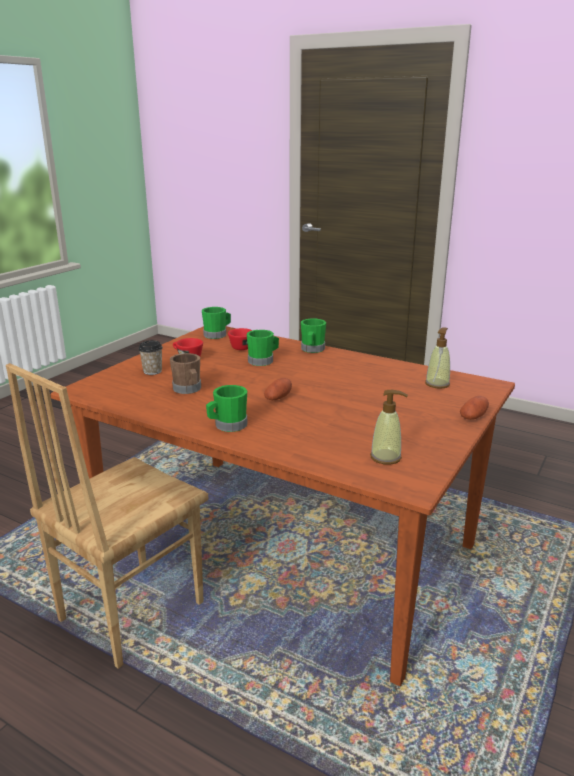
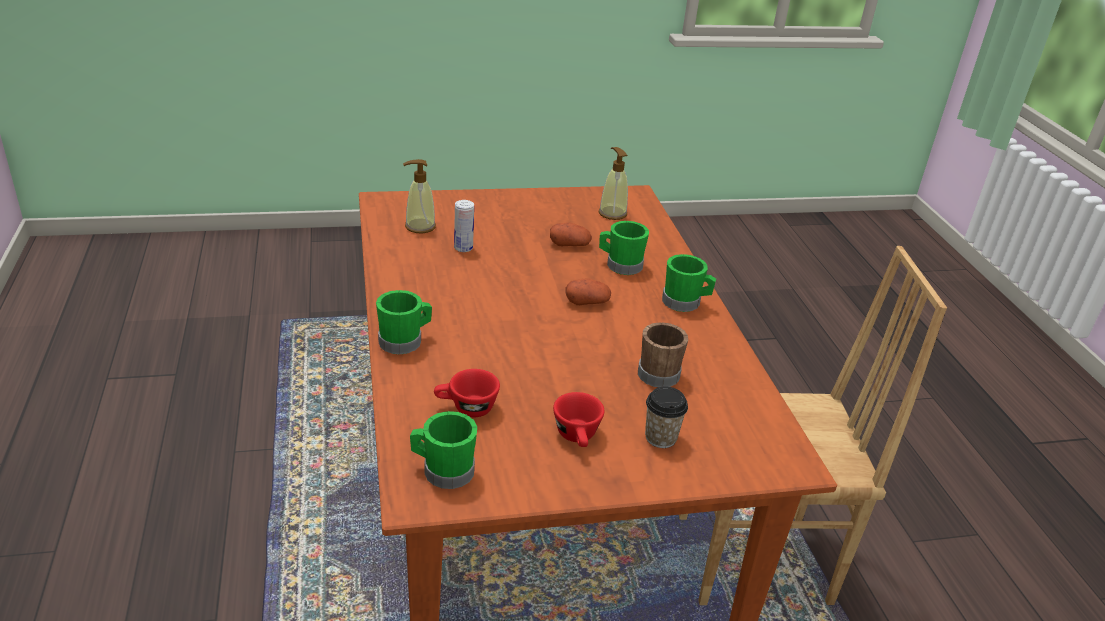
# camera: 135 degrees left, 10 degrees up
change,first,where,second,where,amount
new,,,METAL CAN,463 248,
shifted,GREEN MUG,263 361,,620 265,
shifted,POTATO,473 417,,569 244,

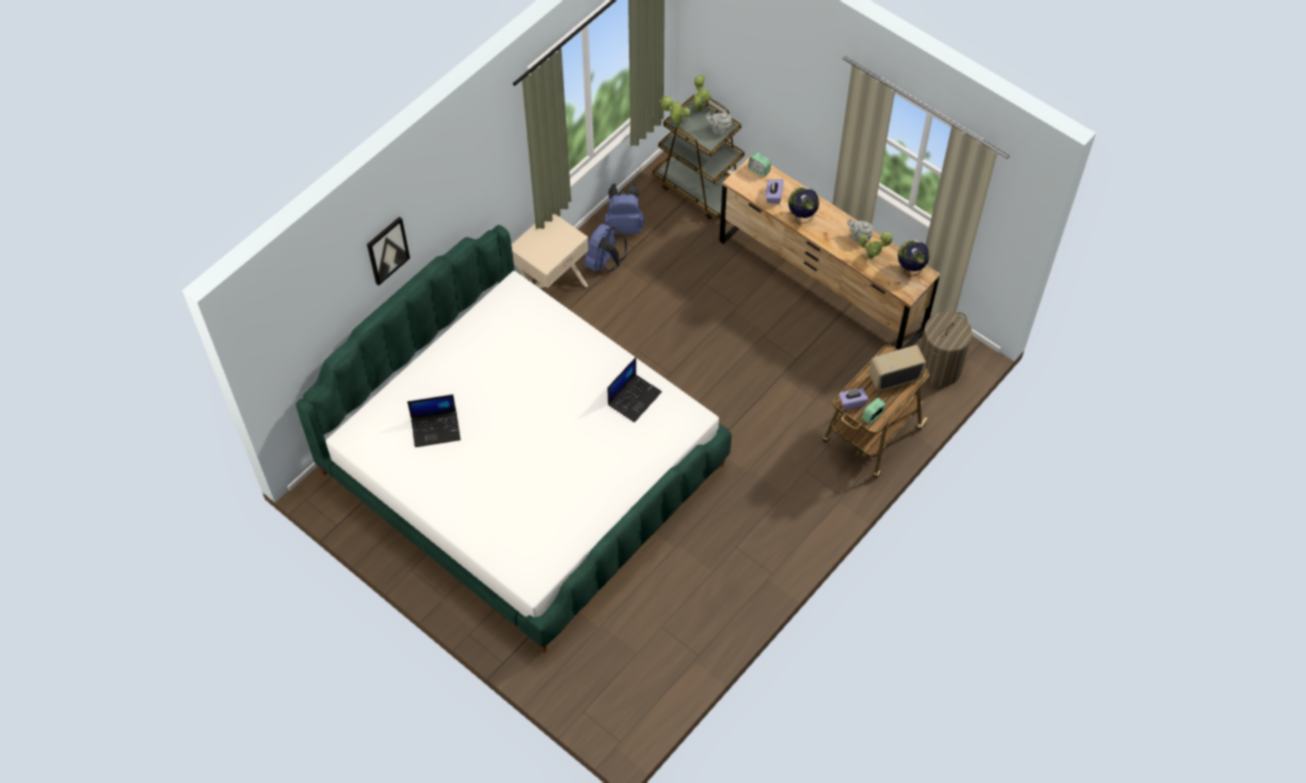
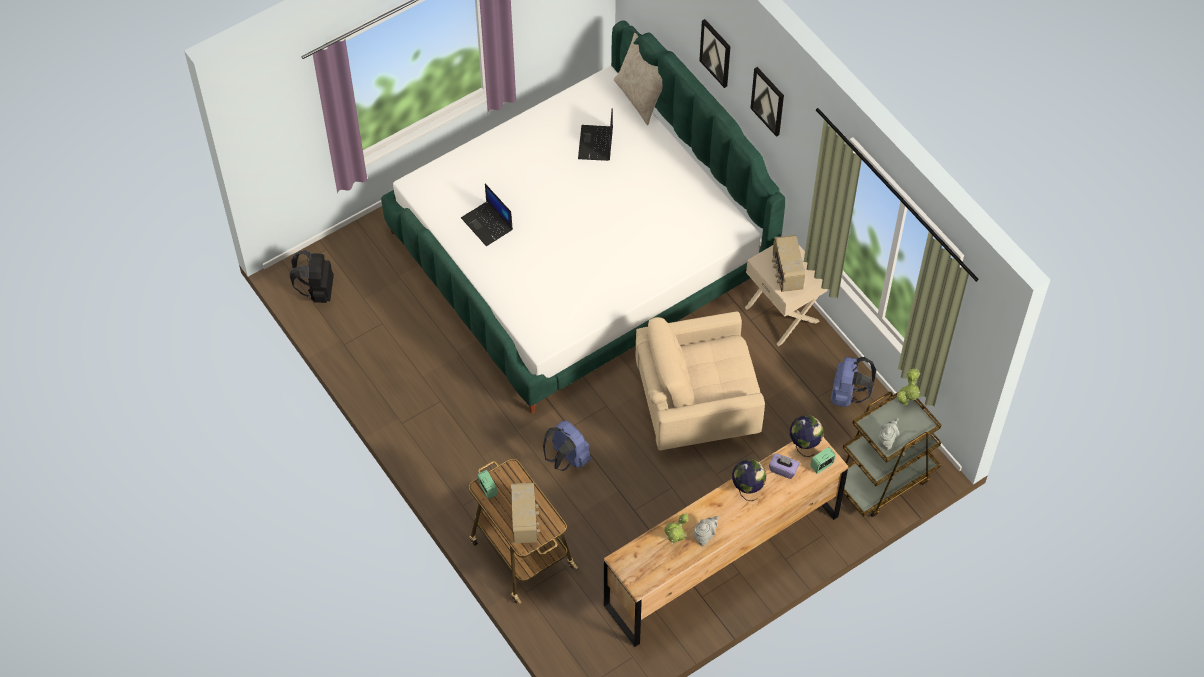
# camera: 105 degrees right, 0 degrees up
change,first,where,second,where,amount
gone,POTTED PLANT,699 108,,,
gone,PURPLE TISSUE BOX,852 403,,,
gone,LAUNDRY BASKET,938 368,,,
new,,,BLACK BACKPACK,317 290,
new,,,SAND-COLOURED PILLOW,640 98,
new,,,SAND-COLOURED ARMCHAIR,695 404,
new,,,WALL ART,768 101,
new,,,RADIO SET,786 273,
shifted,BLUISH BACKPACK,604 263,,567 459,
shifted,PORTABLE COMPUTER,634 397,,488 224,
shifted,DESK GLOBE,910 270,,804 444,

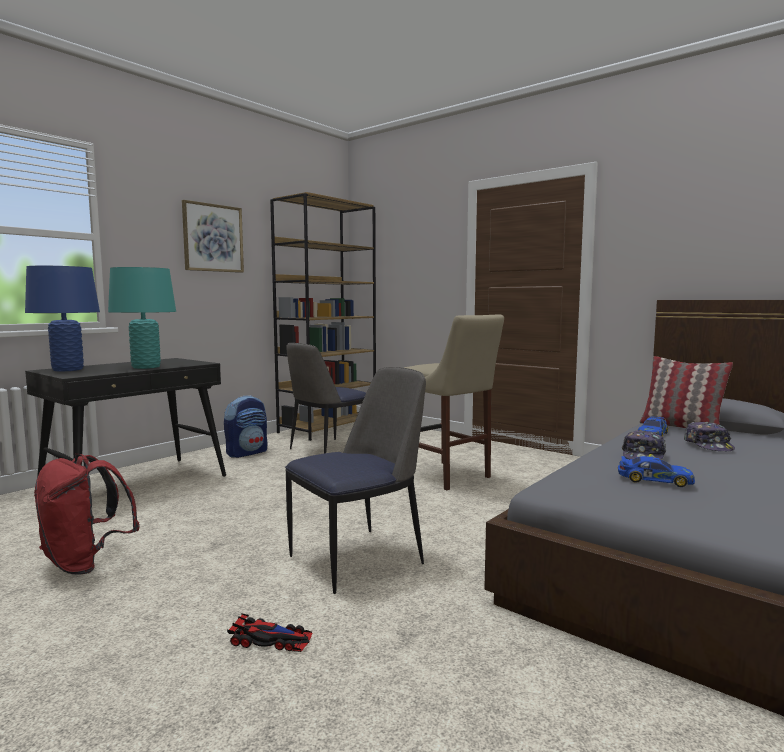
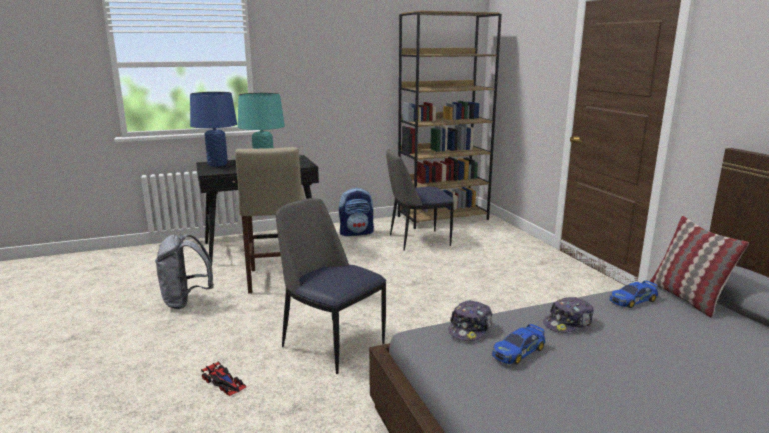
# camera: 30 degrees right, 10 degrees up
change,first,where,second,where,amount
gone,WALL ART,213 238,,,
shifted,SAND-COLOURED STOOL SEAT,448 476,,276 281,
shifted,BASEBALL CAP,708 445,,470 328,
repainted,RED BACKPACK,86 563,GREY BACKPACK,186 301,
rotated,CHAIR,359 558,,331 343,135 degrees counterclockwise
rotated,TOY CAR,655 480,,518 351,90 degrees clockwise

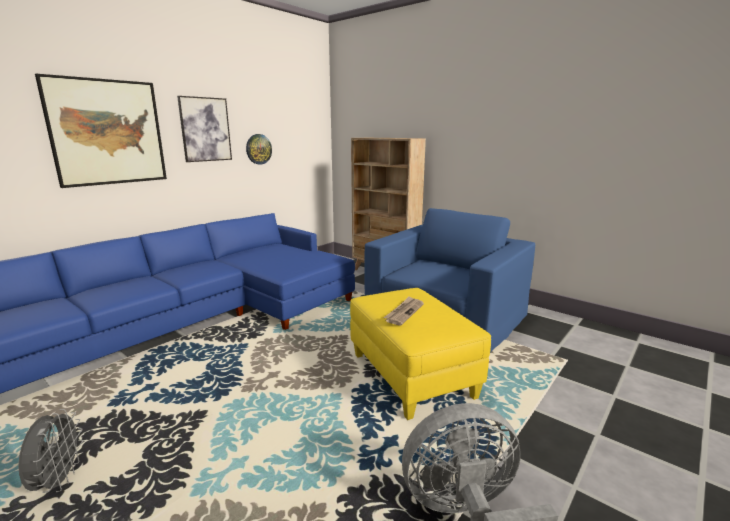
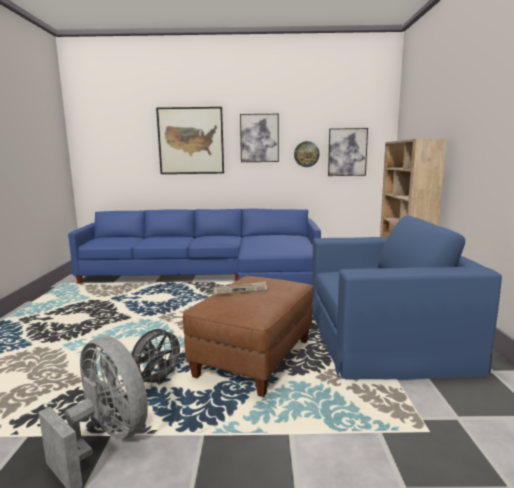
# camera: 50 degrees right, 5 degrees down
change,first,where,second,where,amount
new,,,WALL ART,347 152,
shifted,GREY FAN,58 481,,158 381,
repainted,YELLOW POUFFE,413 376,BROWN-COLOURED POUFFE,255 359,

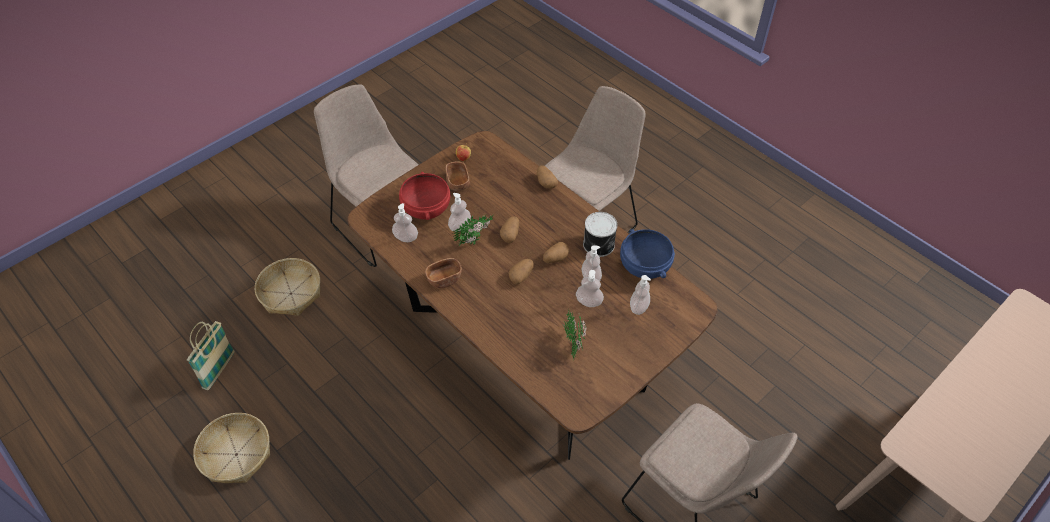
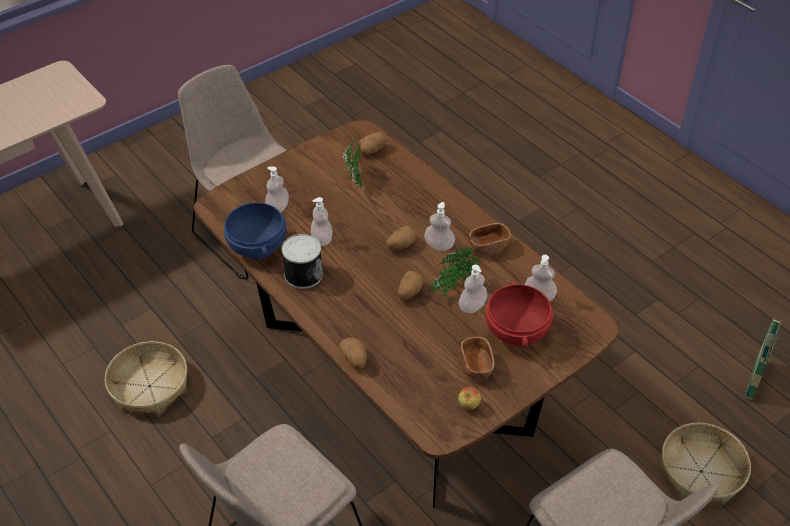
# camera: 175 degrees left, 5 degrees down
change,first,where,second,where,amount
shifted,STORAGE BASKET,236 454,,150 386,
shifted,POTATO,555 258,,372 150,
shifted,SOAP DISPENSER,589 302,,439 245,

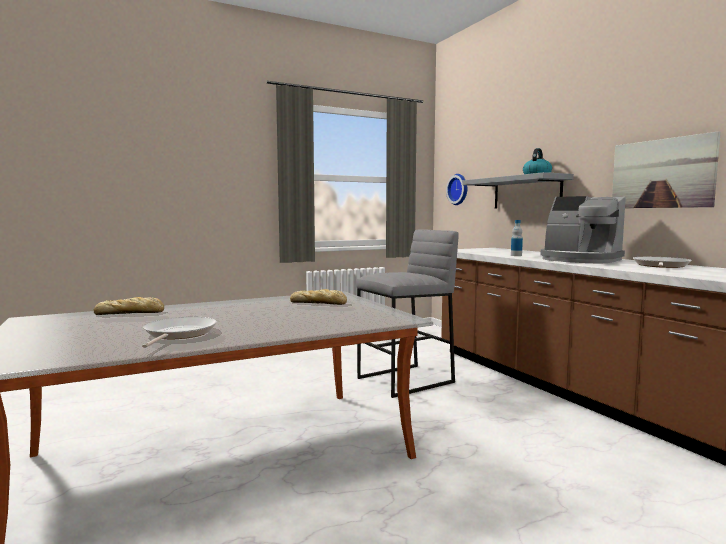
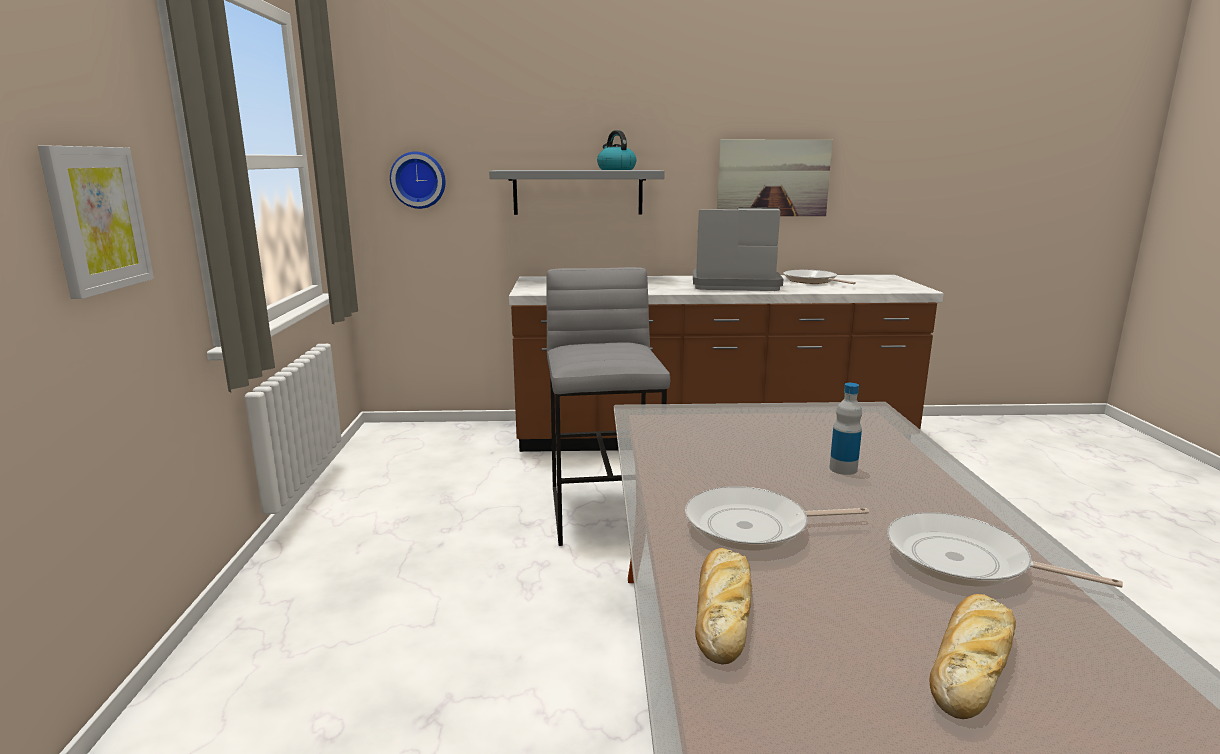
# camera: 65 degrees left, 10 degrees up
change,first,where,second,where,amount
new,,,WALL ART,96 219,
new,,,PAN,753 527,
shifted,BAKED BREAD,319 303,,971 662,
shifted,BOTTLE,516 255,,843 469,
rotated,COFFEE MAKER,579 260,,734 284,150 degrees counterclockwise

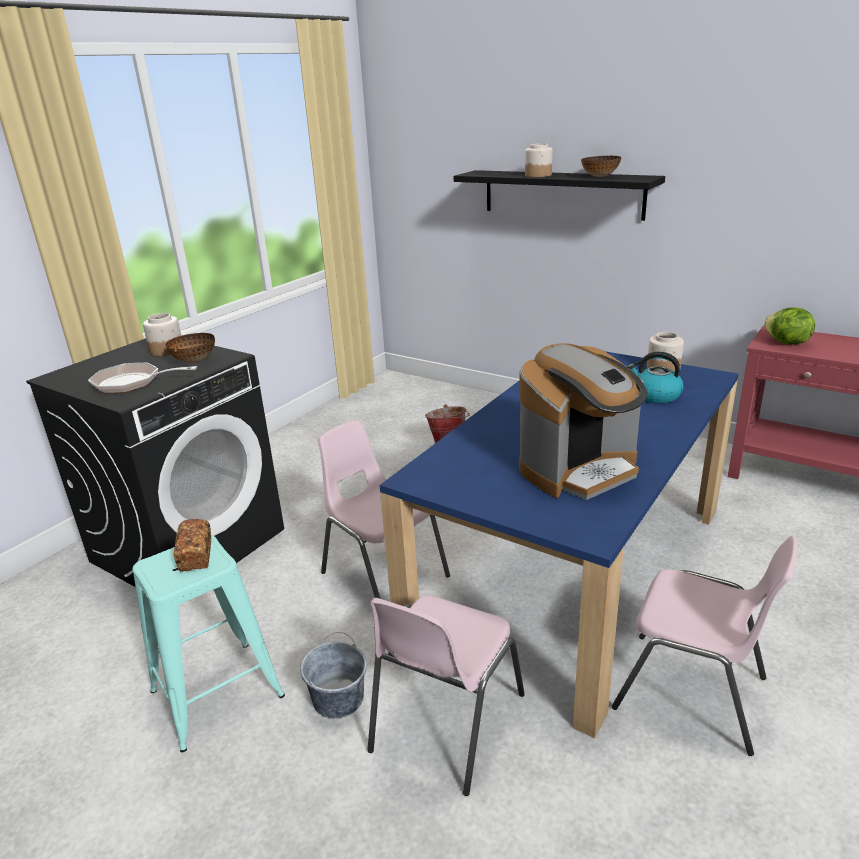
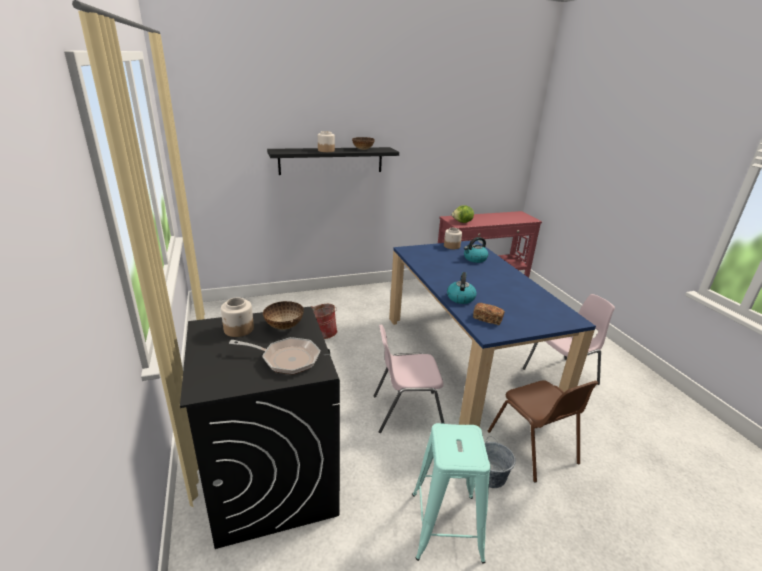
# camera: 55 degrees left, 0 degrees up
change,first,where,second,where,amount
gone,COFFEE MAKER,579 470,,,
new,,,KETTLE,460 298,
shifted,BAKED BREAD,196 555,,487 319,
repainted,PINK-COLOURED CHAIR,445 723,BROWN-COLOURED CHAIR,533 448,
rotated,PAN,132 383,,286 359,120 degrees counterclockwise

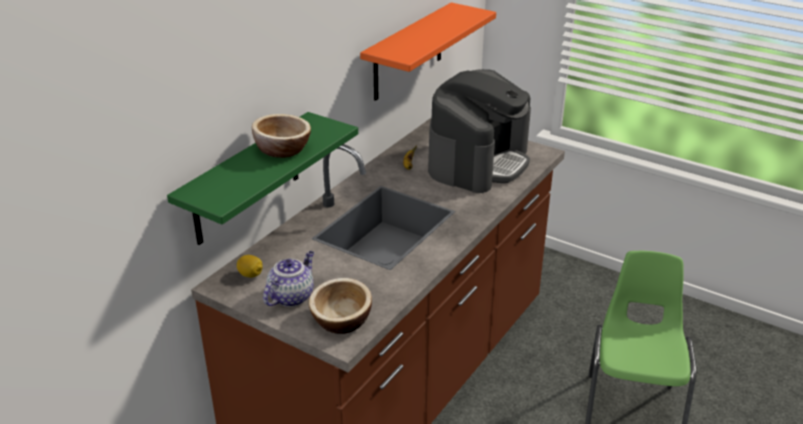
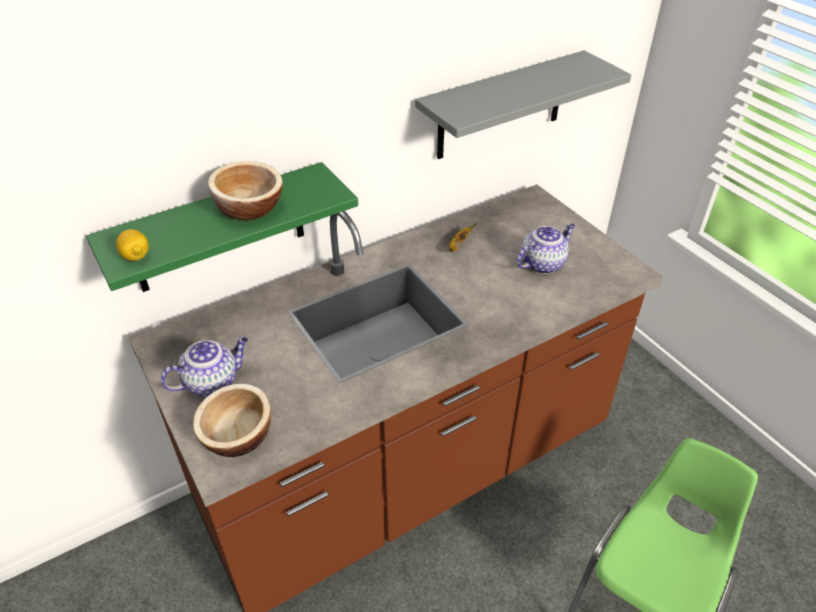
# camera: 25 degrees right, 10 degrees up
change,first,where,second,where,amount
shifted,WHOLE LEMON,250 274,,136 256,
swapped,COFFEE MAKER,478 162,TEA POT,543 263,
repainted,ORANGE-COLOURED WALL SHELF,408 52,GREY WALL SHELF,501 106,

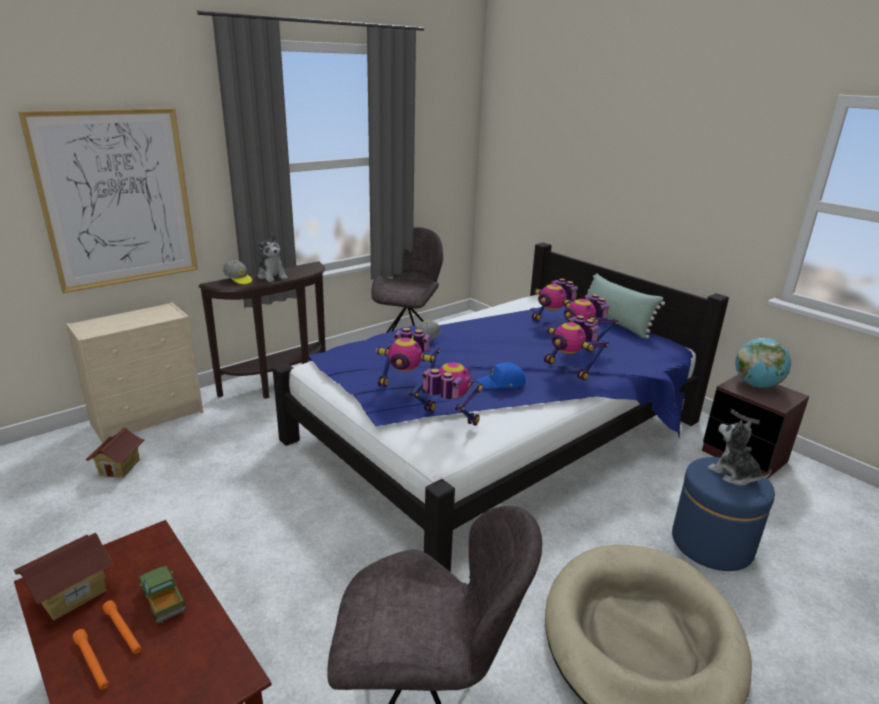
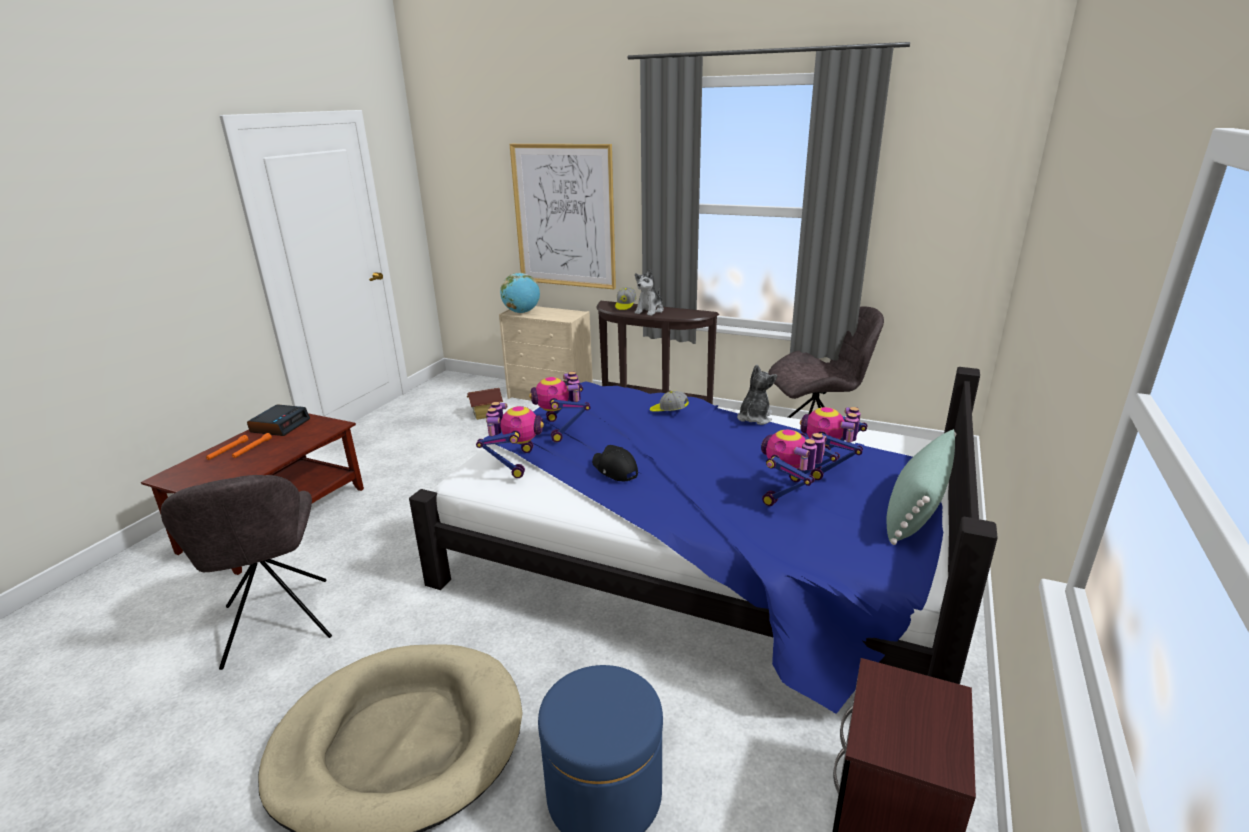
# camera: 65 degrees right, 0 degrees up
change,first,where,second,where,amount
gone,TOY TRUCK,163 601,,,
gone,TOY ROBOT,570 369,,,
shifted,PLUSH TOY,733 474,,754 418,
shifted,DESK GLOBE,756 385,,522 312,
swapped,MINIATURE HOUSE,72 594,BEDSIDE CLOCK,280 425,
repainted,BLUISH BASEBALL CAP,502 383,BLACK BASEBALL CAP,614 470,

